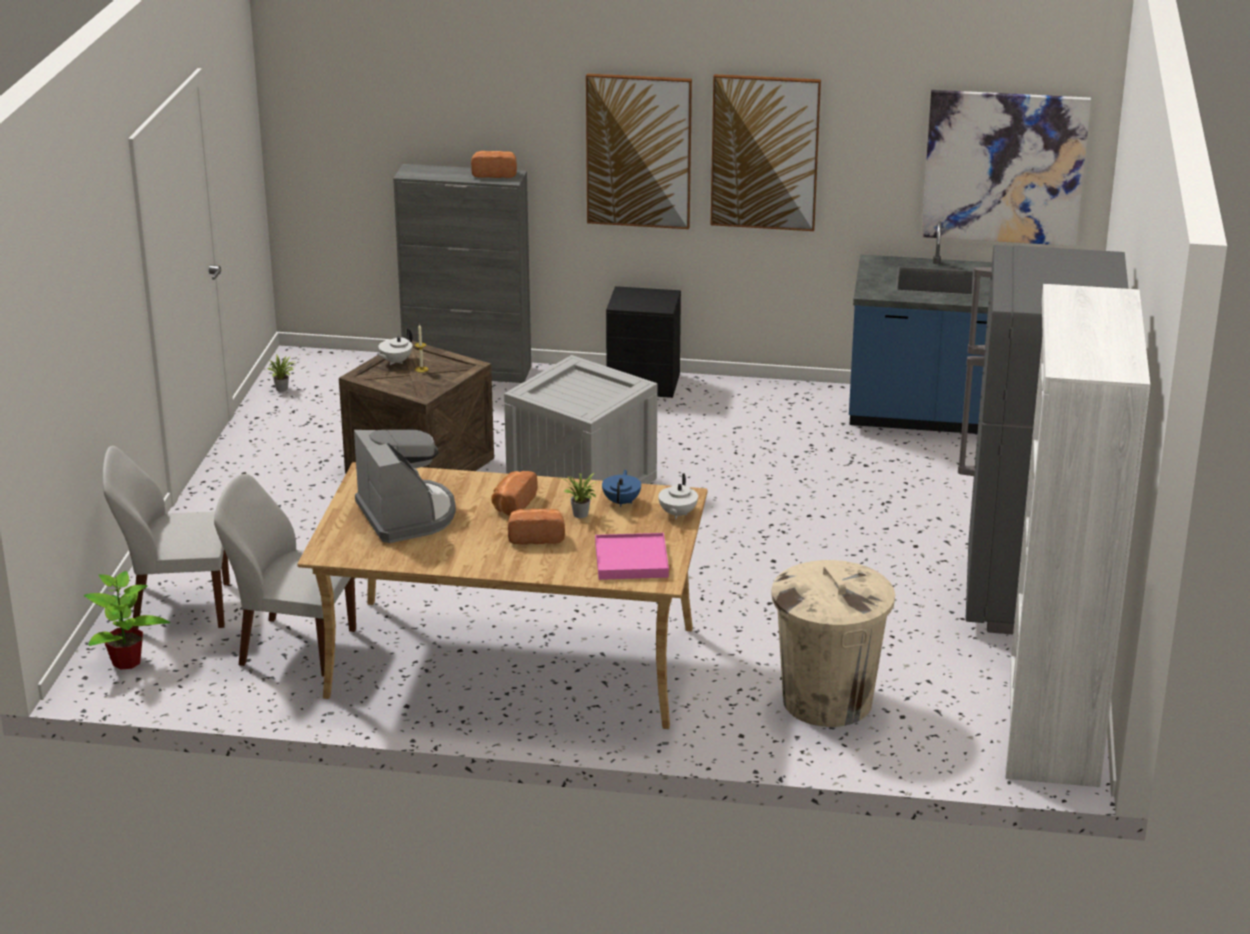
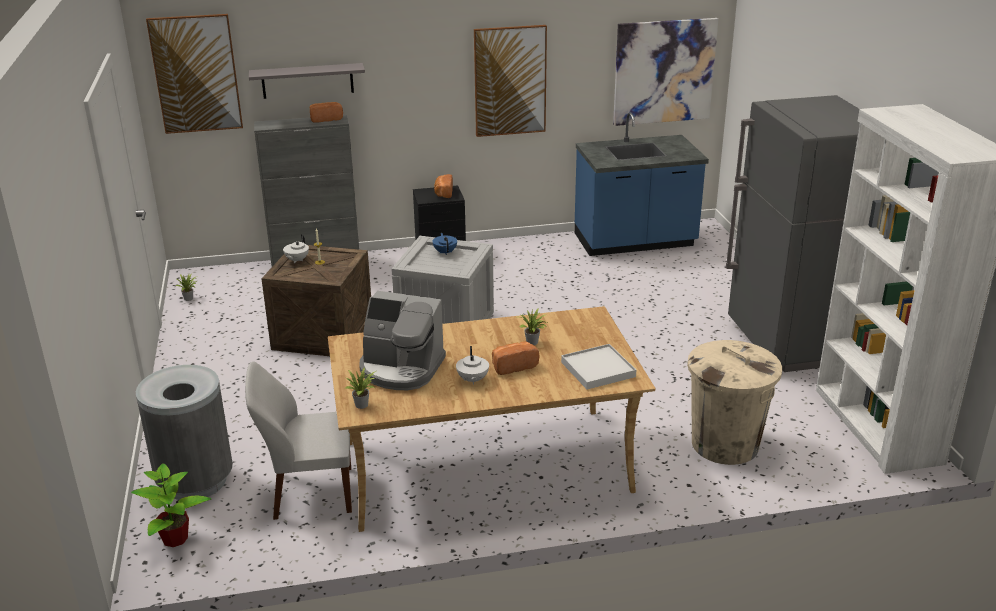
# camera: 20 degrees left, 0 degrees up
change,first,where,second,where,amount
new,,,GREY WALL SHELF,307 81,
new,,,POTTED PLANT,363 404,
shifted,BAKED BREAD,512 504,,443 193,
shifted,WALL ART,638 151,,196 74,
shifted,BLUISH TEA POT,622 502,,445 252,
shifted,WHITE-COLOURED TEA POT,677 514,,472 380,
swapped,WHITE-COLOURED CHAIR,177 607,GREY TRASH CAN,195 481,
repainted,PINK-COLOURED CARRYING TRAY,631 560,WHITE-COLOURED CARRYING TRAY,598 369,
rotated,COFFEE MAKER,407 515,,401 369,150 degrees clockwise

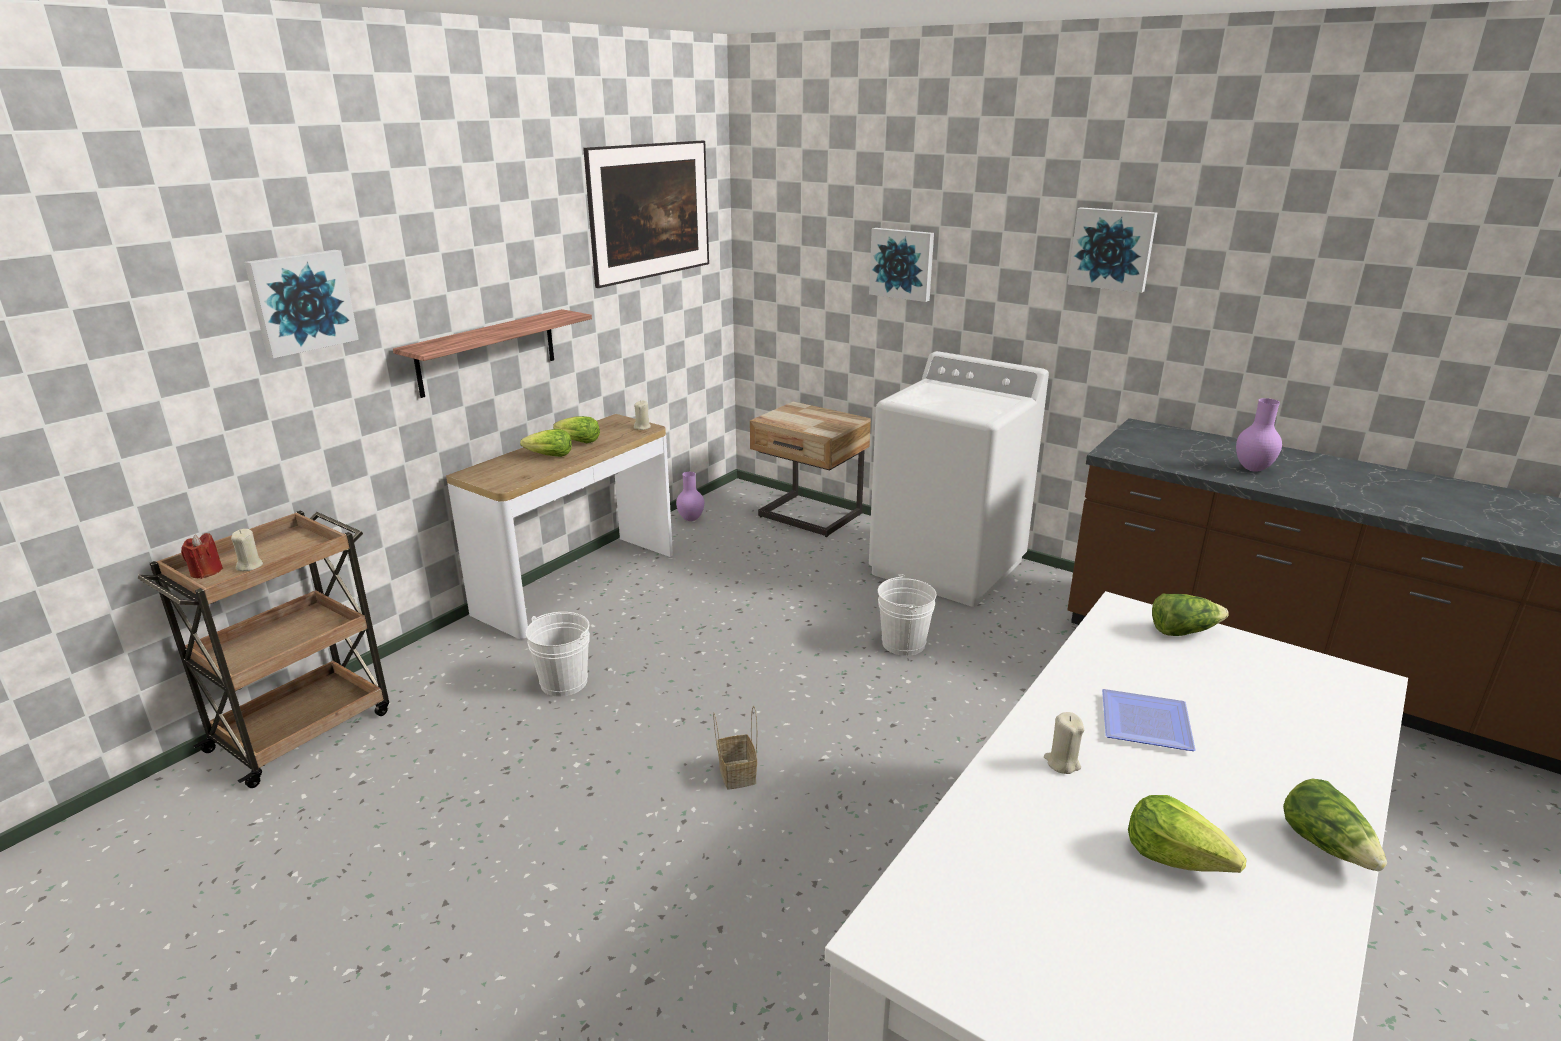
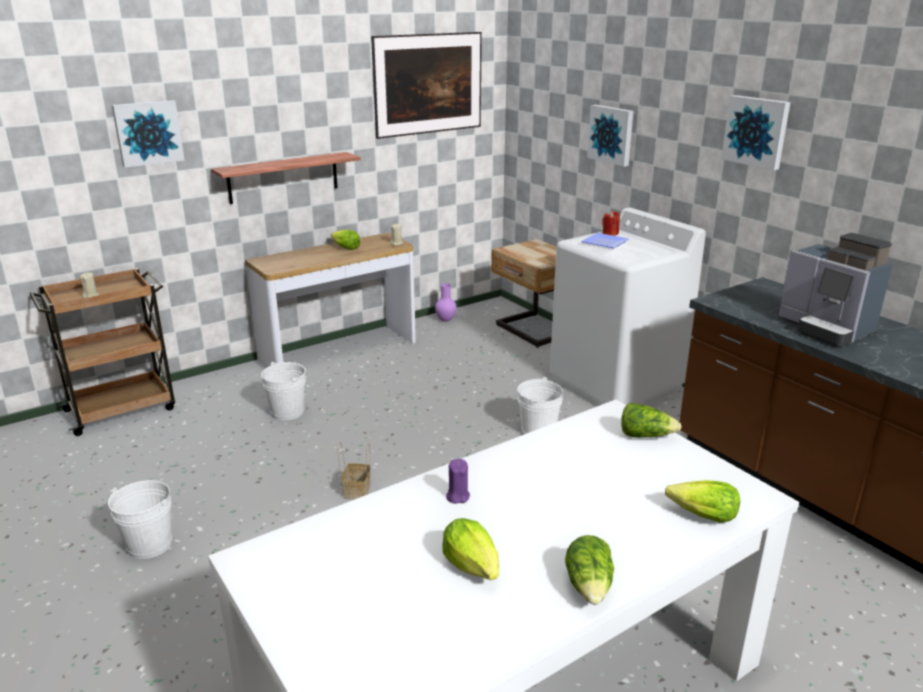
# camera: 20 degrees right, 0 degrees up
change,first,where,second,where,amount
new,,,WHITE-COLOURED WATER BUCKET,149 544,
shifted,RED CANDLE,206 572,,610 233,
shifted,LETTUCE HEAD,549 456,,703 516,
shifted,FLAT DISH,1148 726,,605 243,
swapped,PURPLE FLOWER VASE,1253 469,COFFEE MAKER,825 329,
repainted,SAND-COLOURED CANDLE,1062 763,PURPLE CANDLE,457 496,

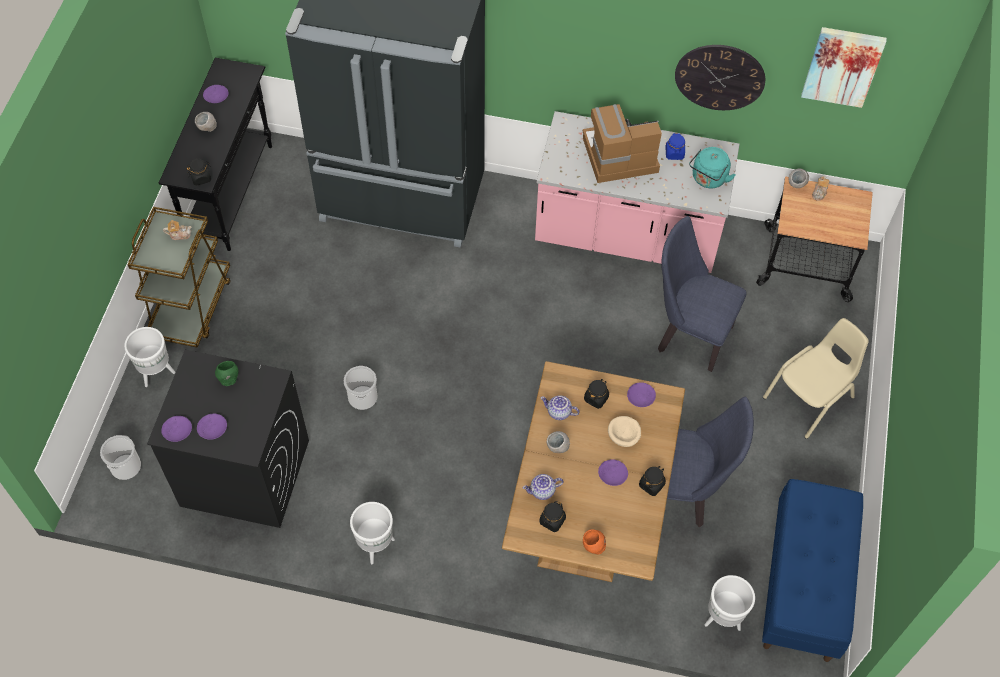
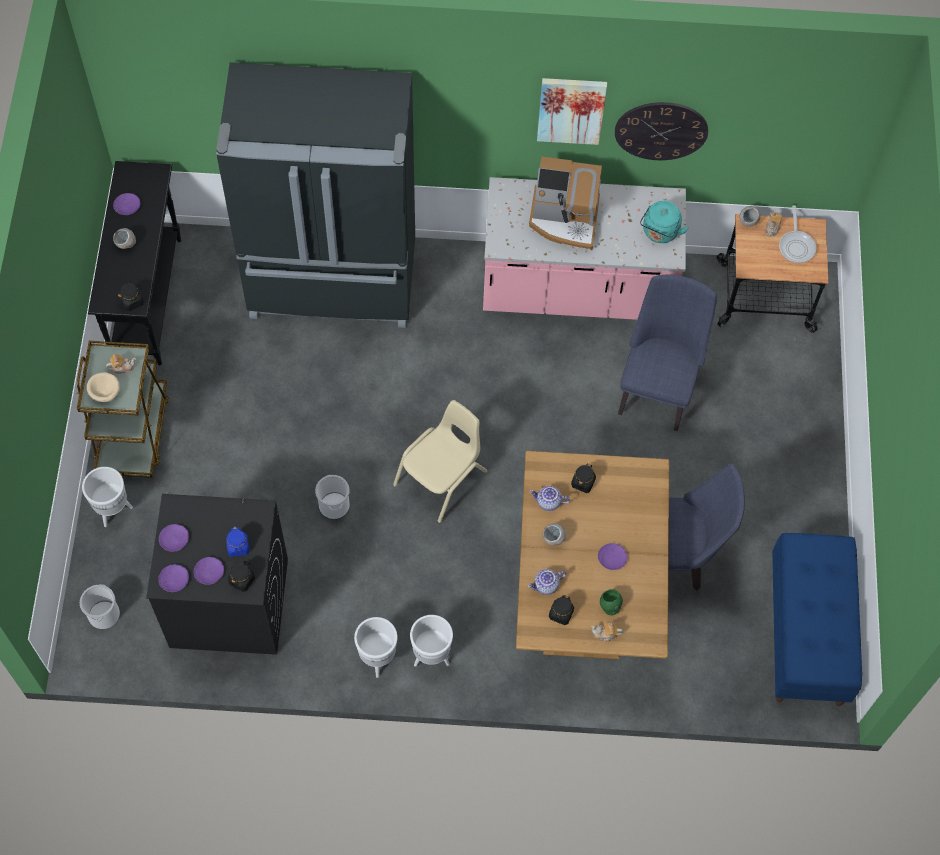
# camera: 10 degrees left, 5 degrees up
change,first,where,second,where,amount
new,,,PAN,796 246,
shifted,GREEN BOWL,229 379,,609 606,
shifted,SAND-COLOURED BOWL,623 437,,105 393,
shifted,PURPLE FLAT DISH,641 397,,174 539,
shifted,BLACK PRESERVE JAR,651 484,,242 580,
shifted,BLUISH PRESERVE JAR,674 153,,238 547,
shifted,WHITE-COLOURED PLANTER,722 618,,431 656,
shifted,SAND-COLOURED CHAIR,809 398,,442 478,
shifted,WALL ART,842 66,,571 109,
swapped,ORANGE-COLOURED BOWL,593 547,TEA POT,605 634,
rotated,COFFEE MAKER,619 156,,565 219,150 degrees counterclockwise
rotated,BLUISH CHAIR,688 335,,656 391,90 degrees clockwise

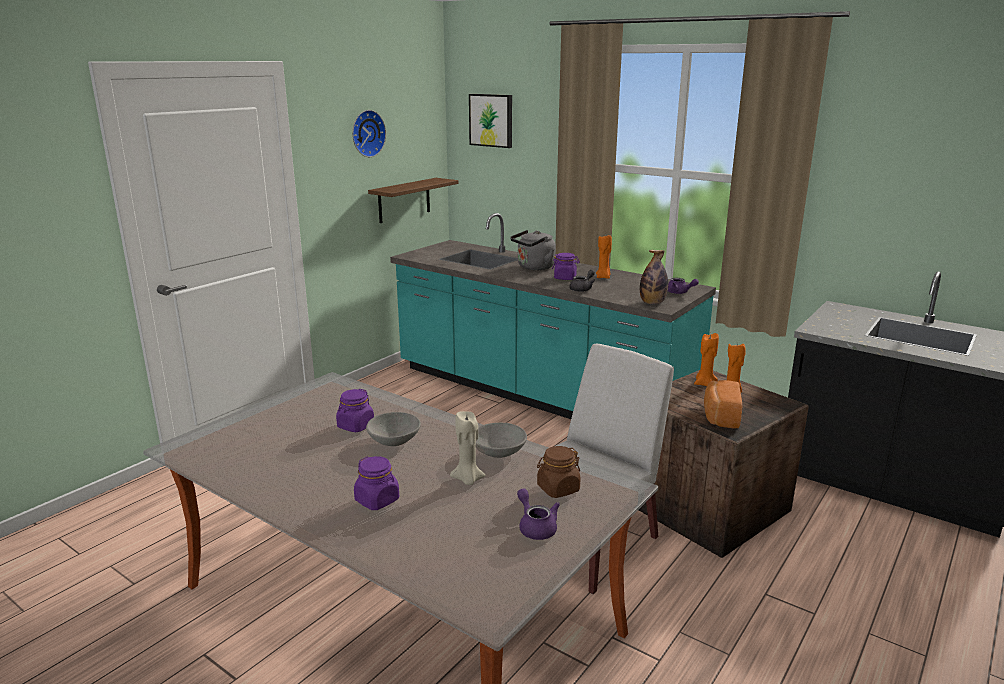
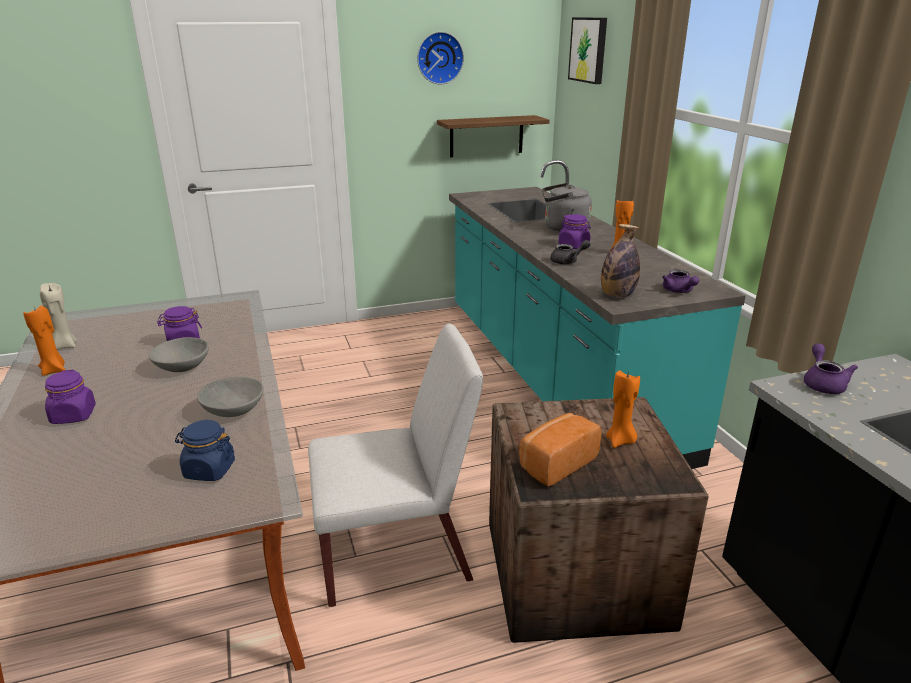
# camera: 35 degrees right, 5 degrees up
change,first,where,second,where,amount
shifted,SAND-COLOURED CANDLE,468 479,,65 346,
shifted,PURPLE TEA POT,536 527,,823 383,
shifted,ORANGE-COLOURED CANDLE,704 384,,54 370,
repainted,BROWN-COLOURED PRESERVE JAR,558 489,BLUISH PRESERVE JAR,209 470,

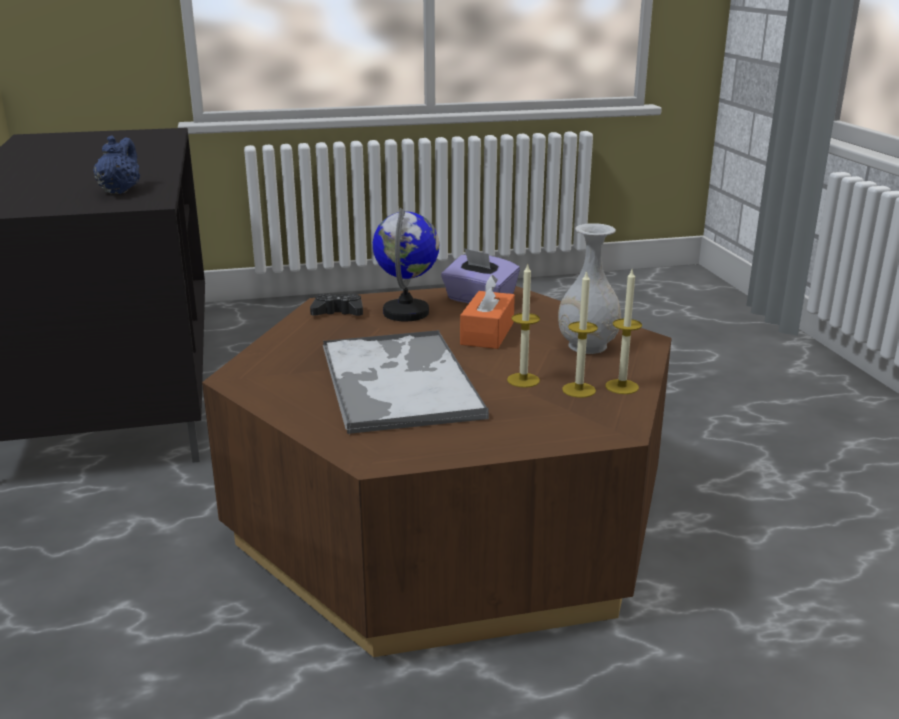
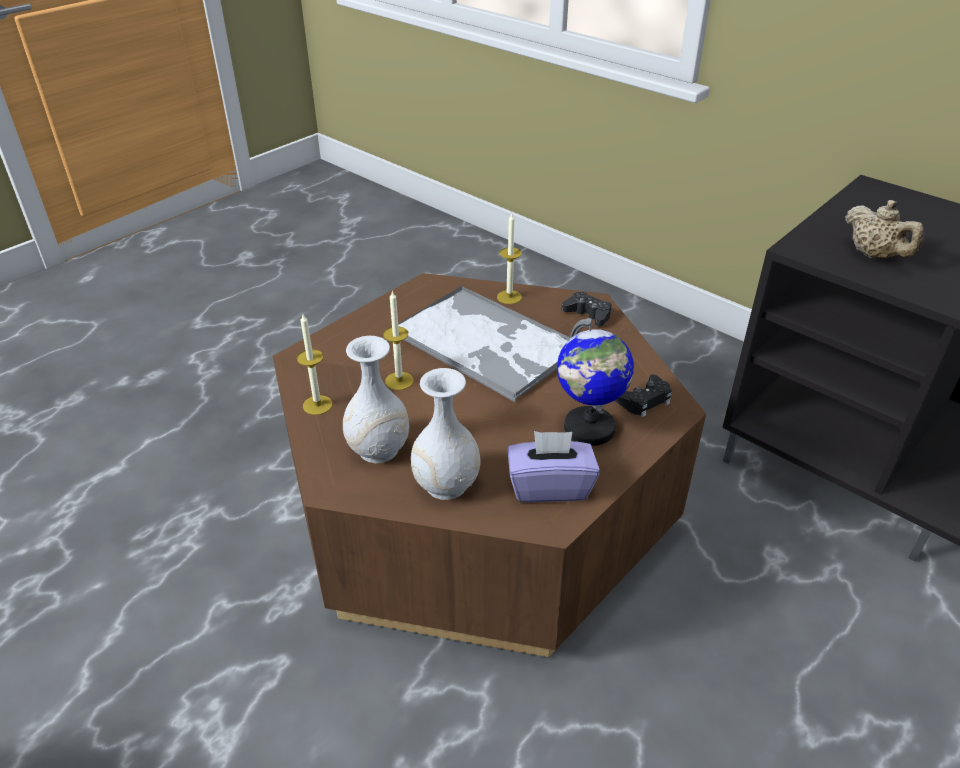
# camera: 145 degrees right, 15 degrees up
change,first,where,second,where,amount
gone,ORANGE-COLOURED TISSUE BOX,487 333,,,
new,,,WHITE-COLOURED FLOWER VASE,446 484,
new,,,BLACK GAME CONTROLLER,588 314,
shifted,CANDLE,579 390,,509 297,
repainted,BLUISH TEA POT,120 191,SAND-COLOURED TEA POT,874 256,

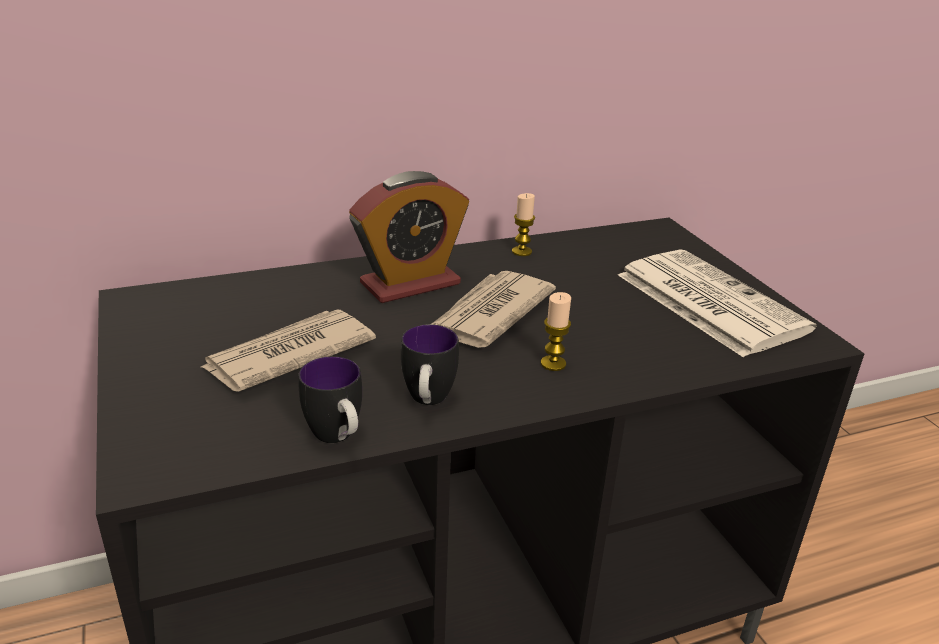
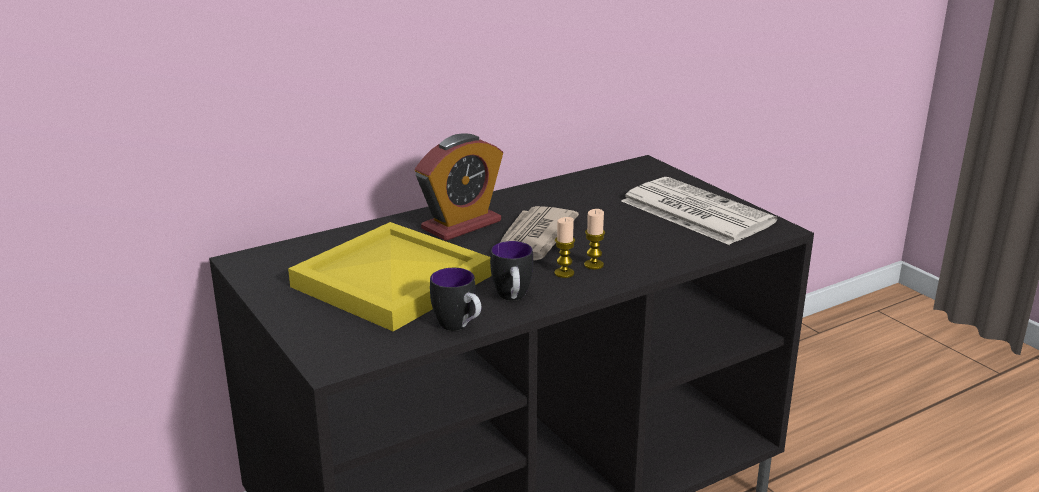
# camera: 10 degrees left, 5 degrees down
change,first,where,second,where,amount
shifted,CANDLE,521 251,,564 273,
swapped,NEWSPAPER,287 355,YELLOW CARRYING TRAY,392 282,

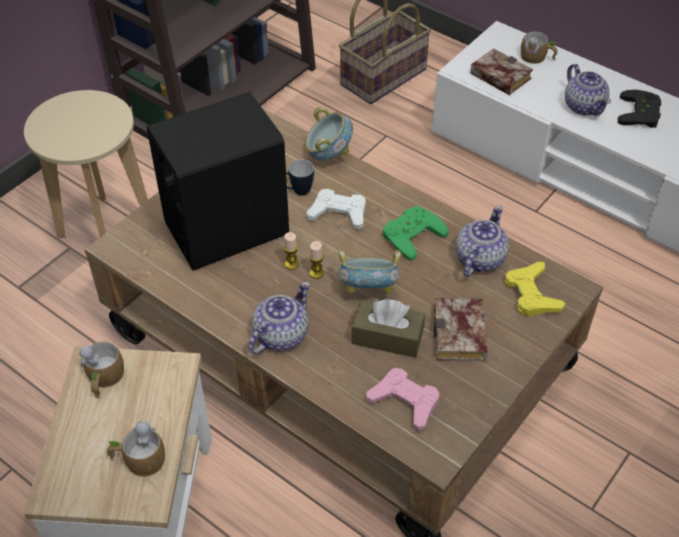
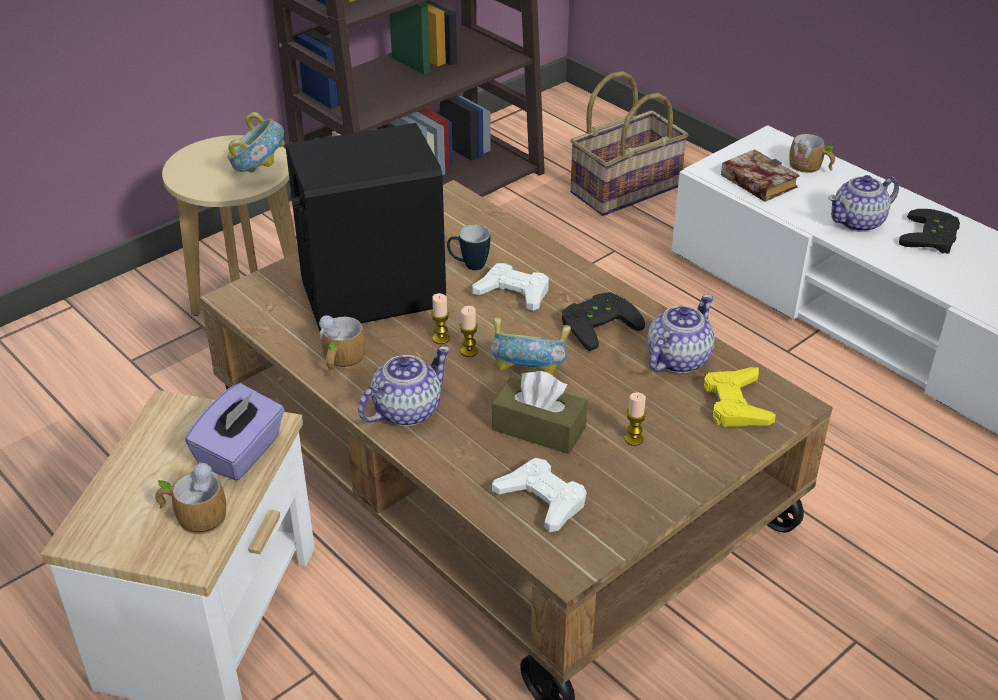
# camera: 10 degrees right, 10 degrees down
change,first,where,second,where,amount
new,,,PURPLE TISSUE BOX,241 453,
shifted,MUG,103 379,,341 361,
shifted,BOWL,328 155,,259 171,
swapped,BOUND BOOK,461 336,CANDLE,633 439,
repainted,PINK-COLOURED GAME CONTROLLER,404 401,WHITE-COLOURED GAME CONTROLLER,542 500,
repainted,GREEN GAME CONTROLLER,410 233,BLACK GAME CONTROLLER,597 323,
rotated,TEA POT,584 106,,859 222,75 degrees clockwise

